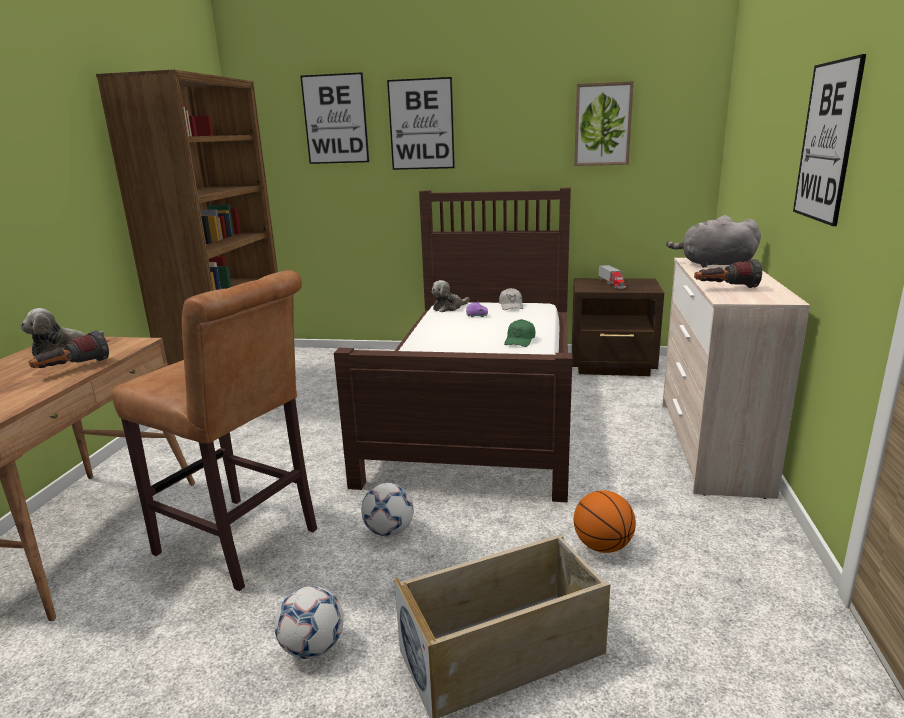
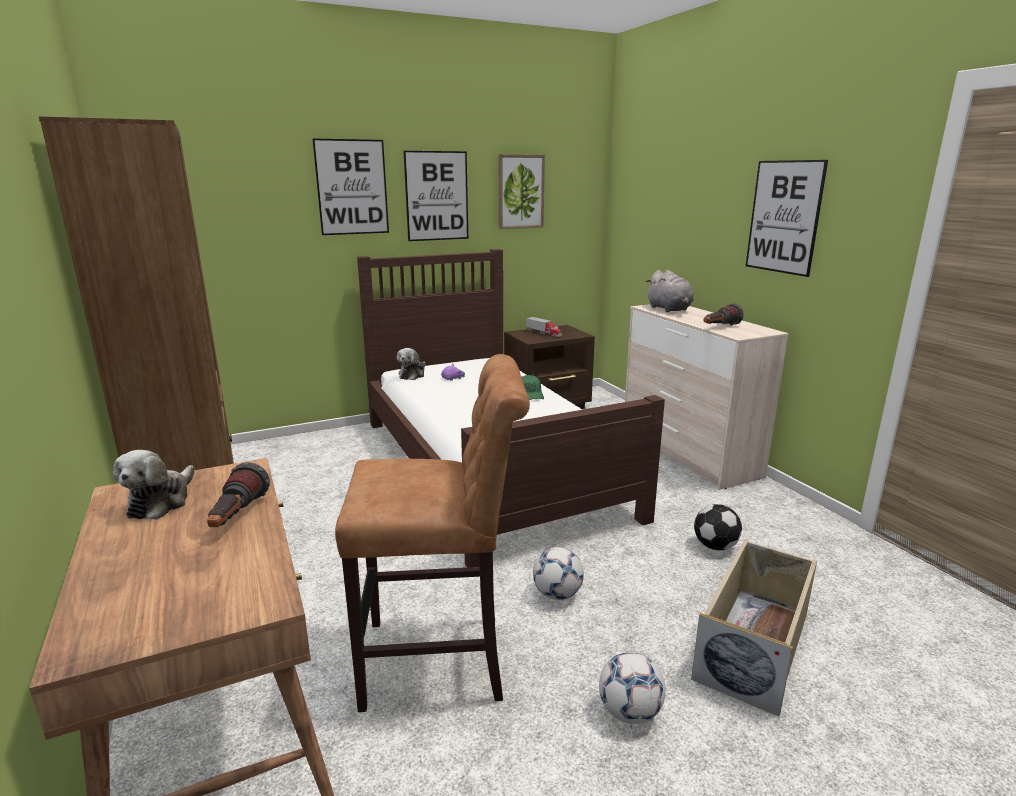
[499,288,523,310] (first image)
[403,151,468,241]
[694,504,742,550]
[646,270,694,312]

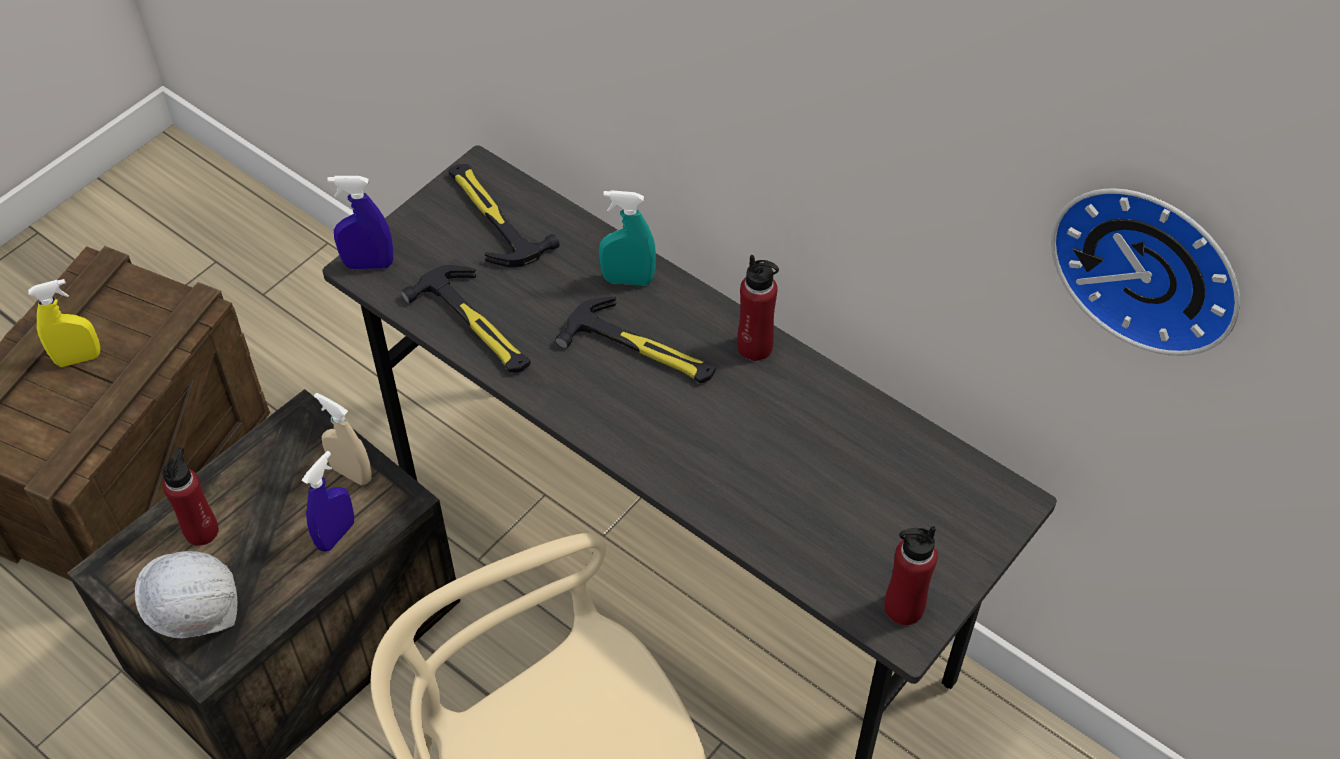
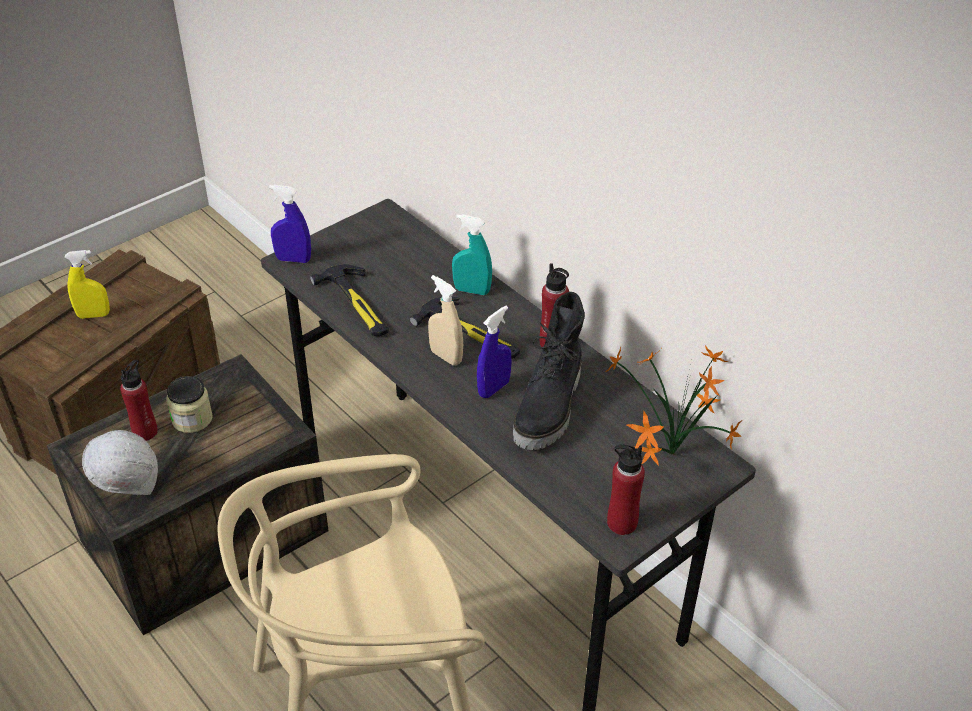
[448,164,560,268] (first image)
[1051,188,1240,356] (first image)
[166,376,213,433]
[513,292,585,450]
[605,345,742,466]
[477,306,511,398]
[428,275,463,366]

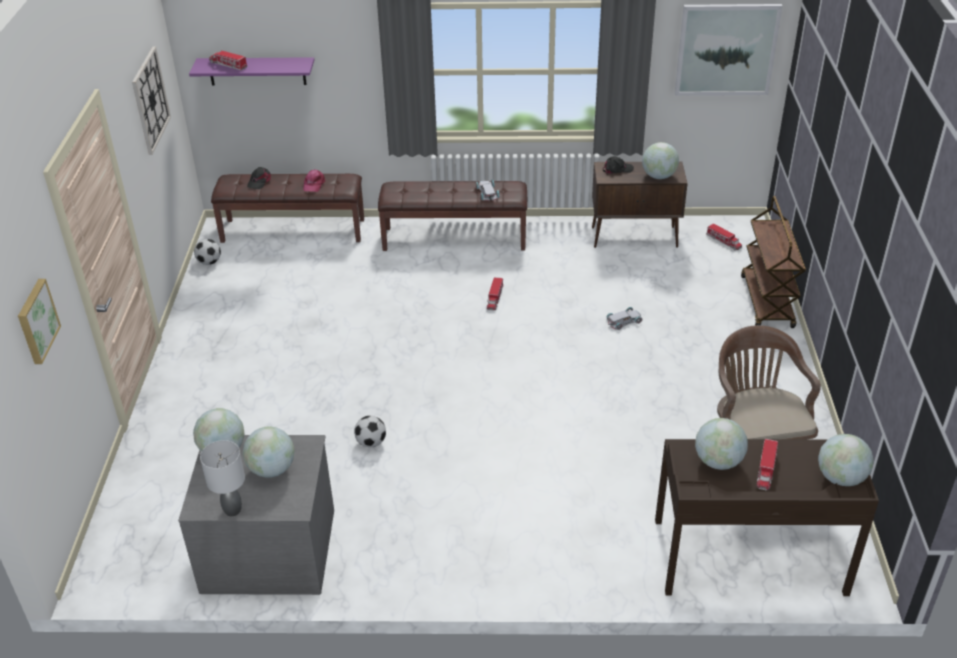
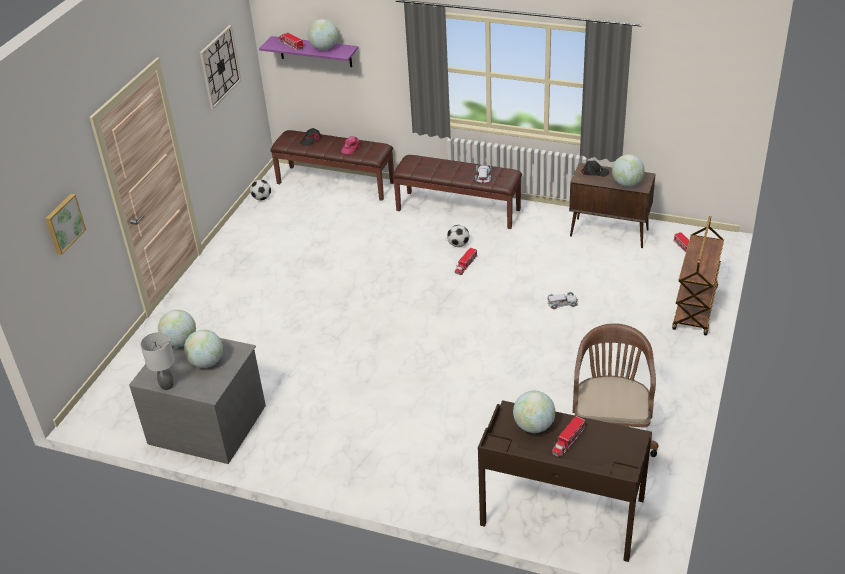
[675,4,783,96] (first image)
[447,225,469,247]
[308,19,338,50]

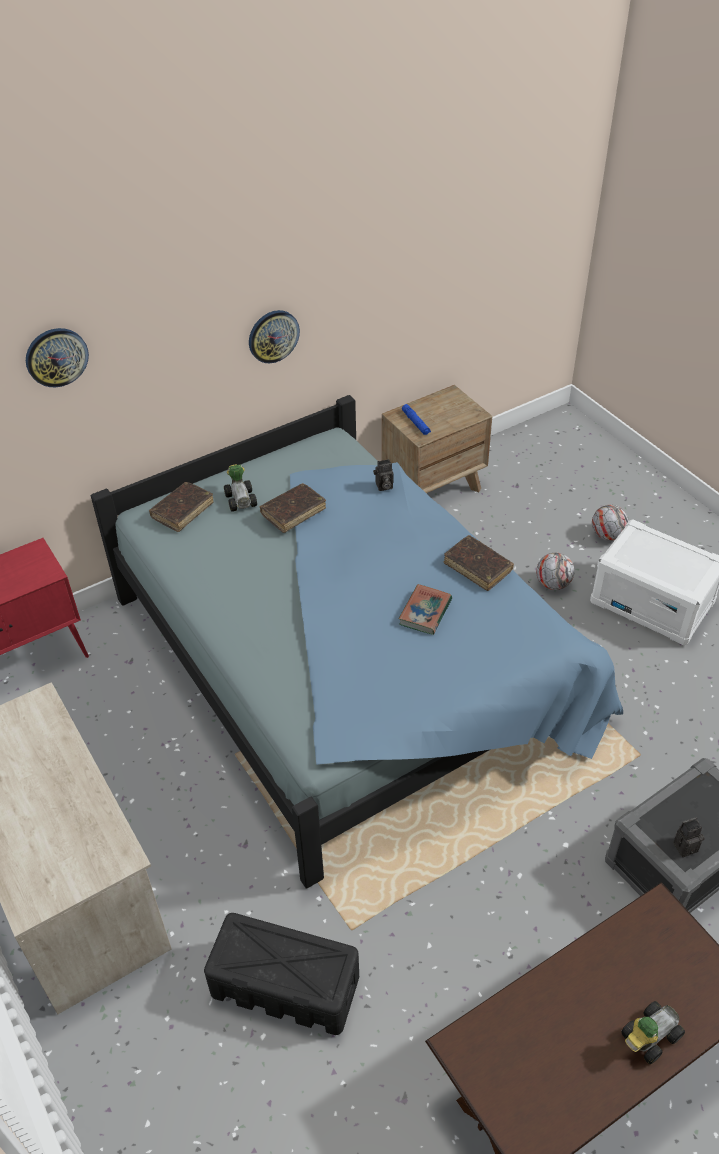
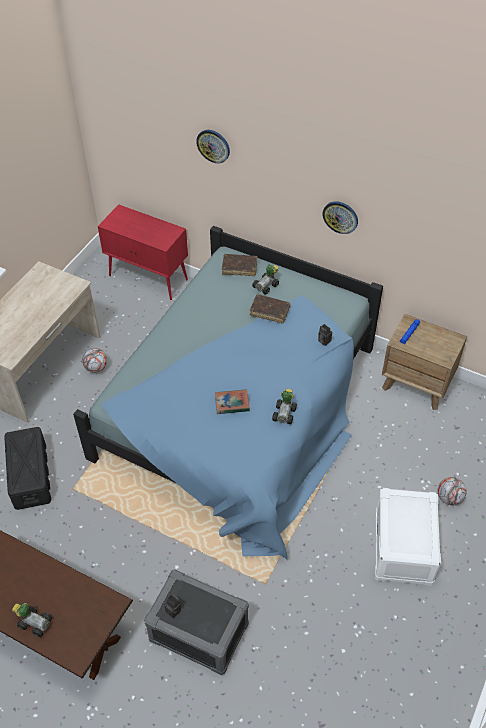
[82,348,107,373]
[272,389,297,424]

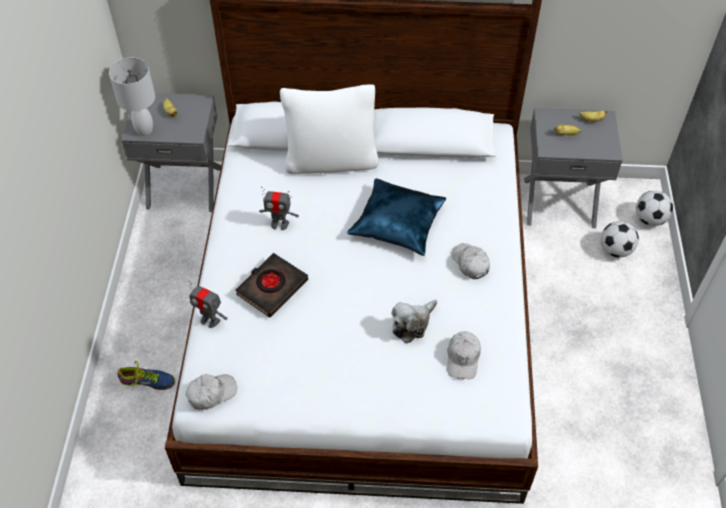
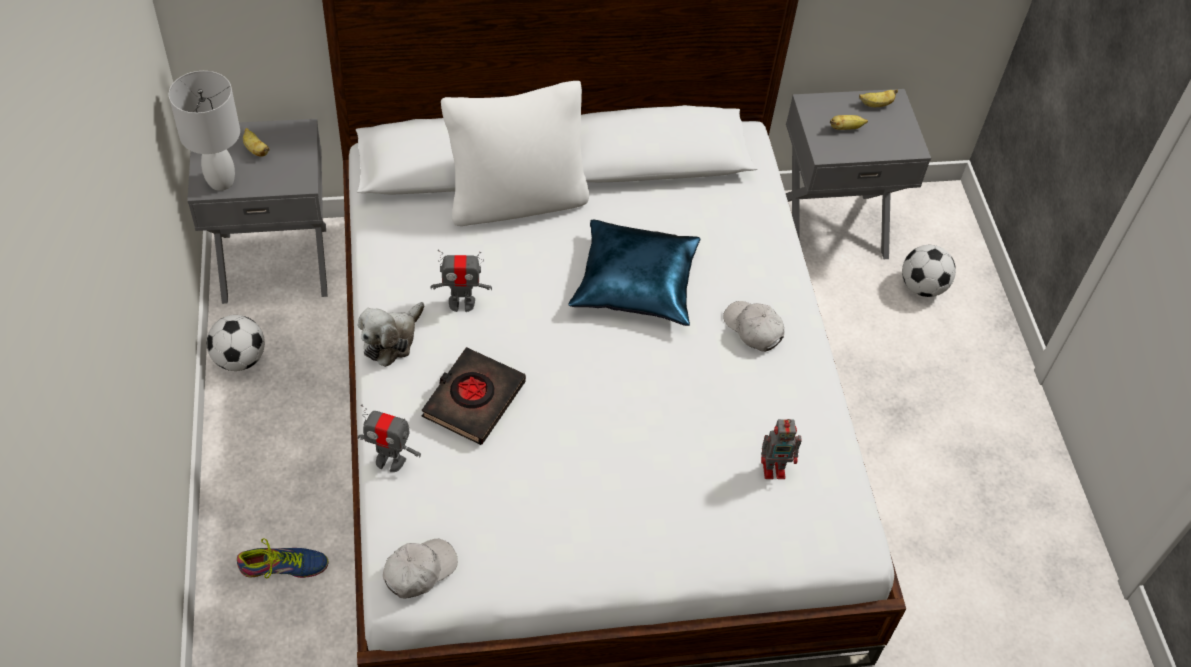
[358,302,424,367]
[206,315,265,371]
[761,419,802,479]

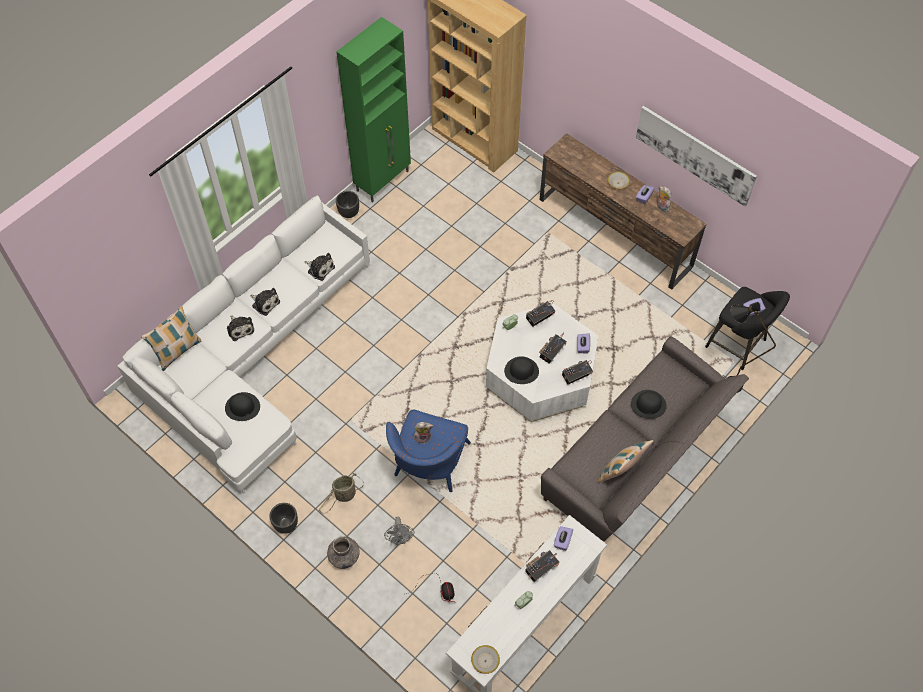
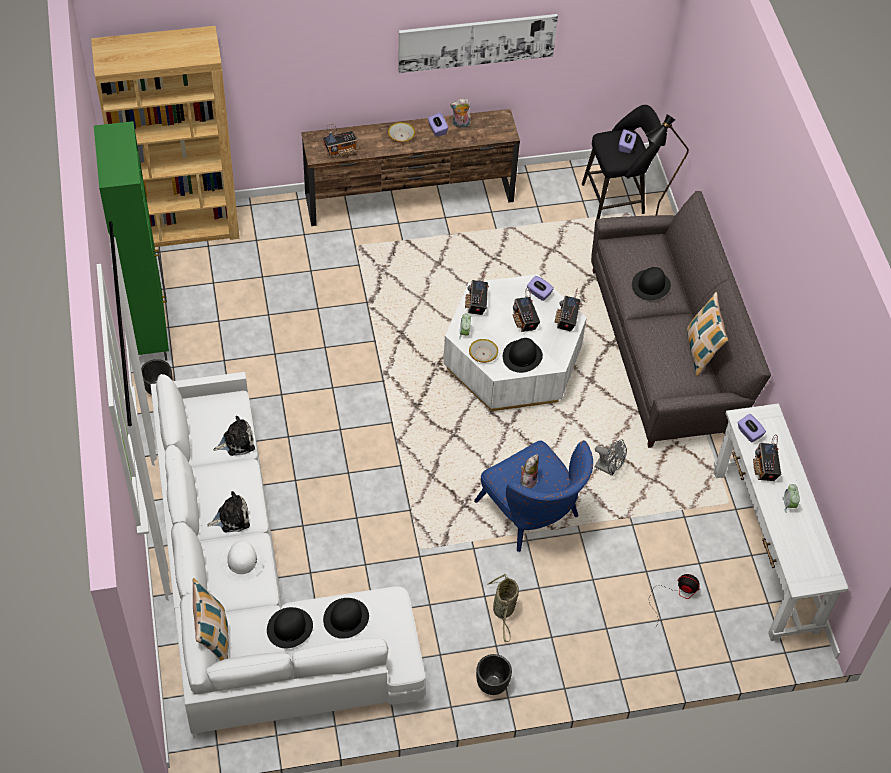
[327,536,359,569] (first image)
[267,607,313,648]
[323,124,357,158]
[594,439,627,476]
[469,339,498,363]
[221,541,264,582]

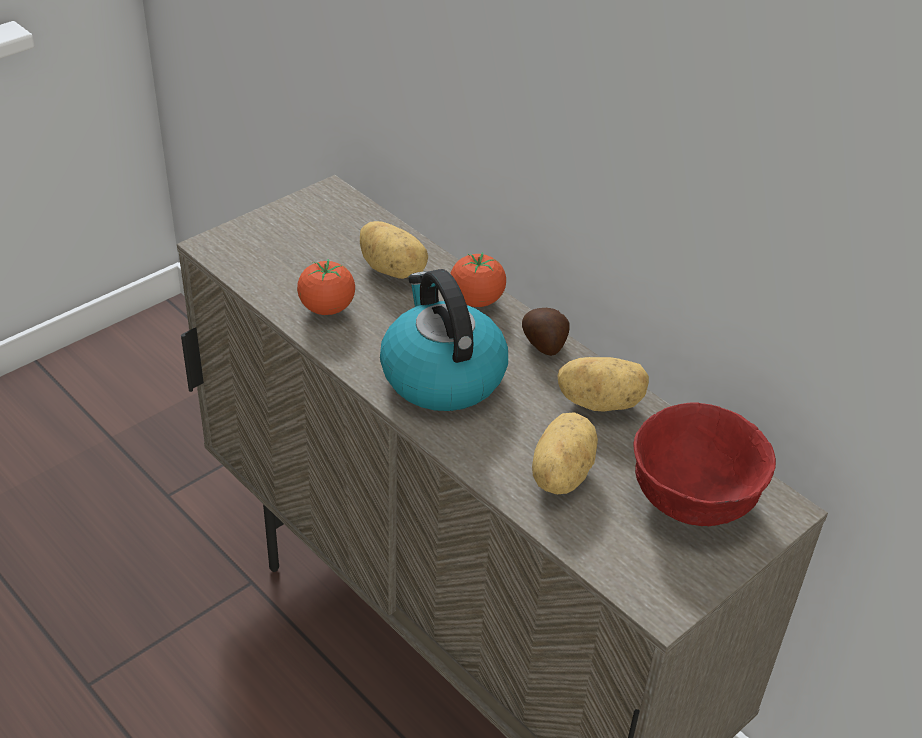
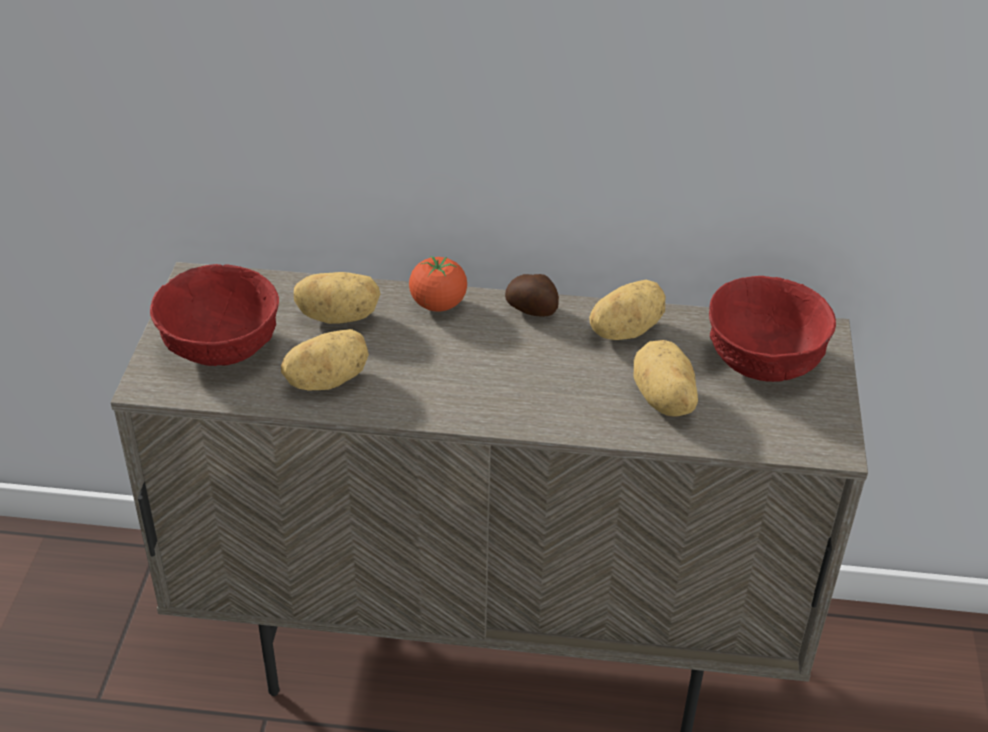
[380,269,508,411] (first image)
[150,264,279,366]
[281,329,369,390]

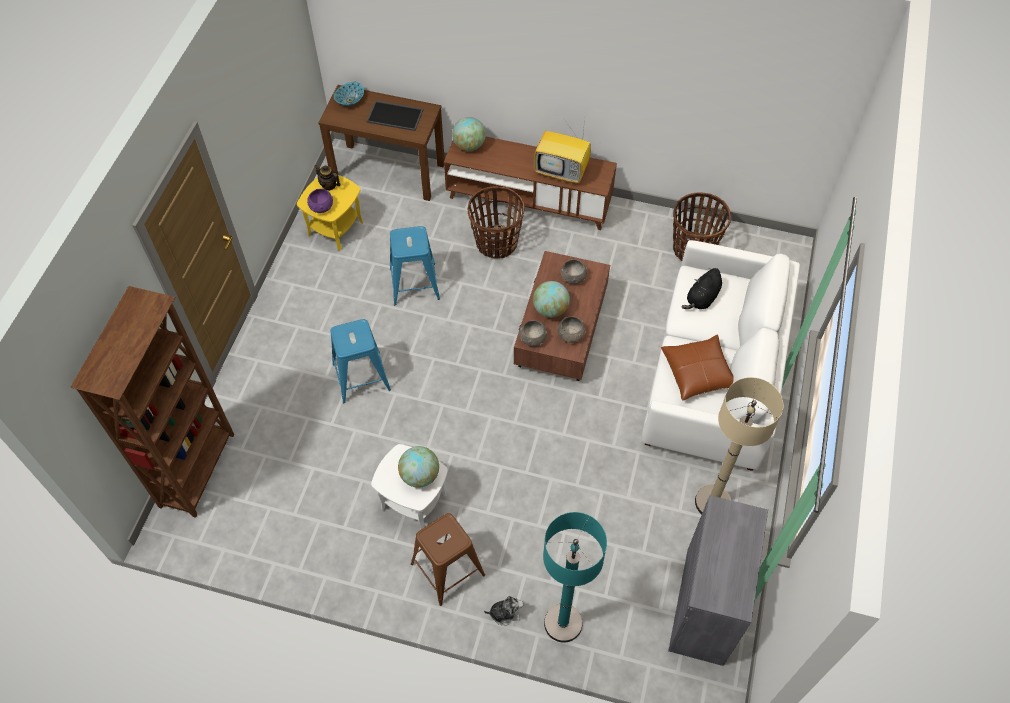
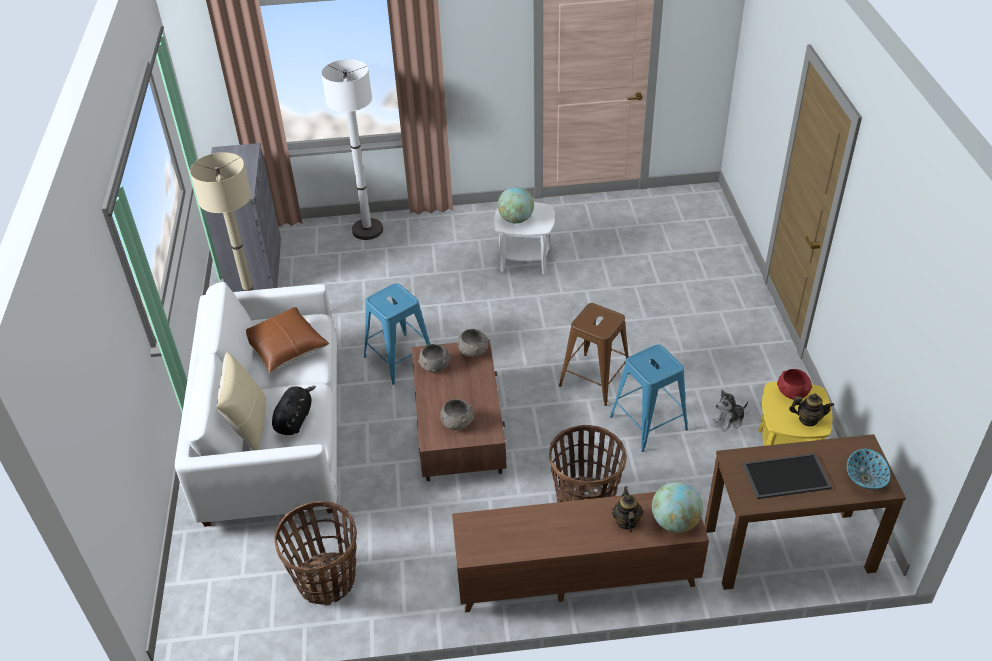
[70,286,234,518] (first image)
[533,281,570,318] (first image)
[534,116,591,184] (first image)
[217,352,266,450]
[612,487,643,532]
[364,283,430,385]
[559,303,630,406]
[712,389,748,431]
[777,369,812,400]
[321,59,383,240]

